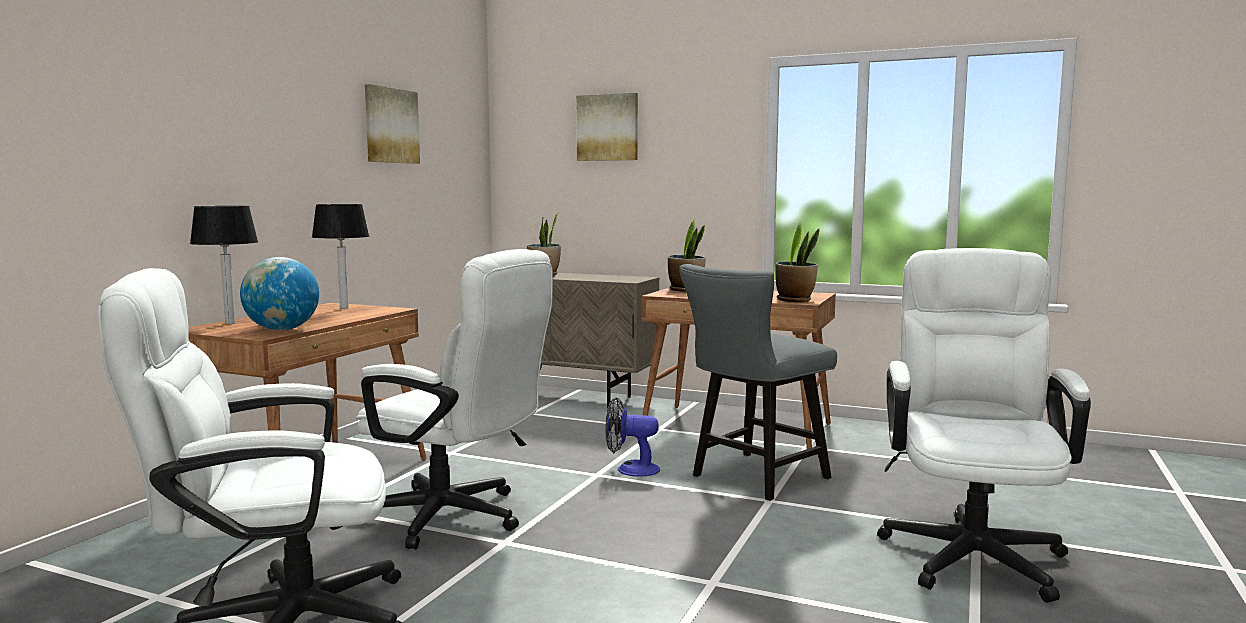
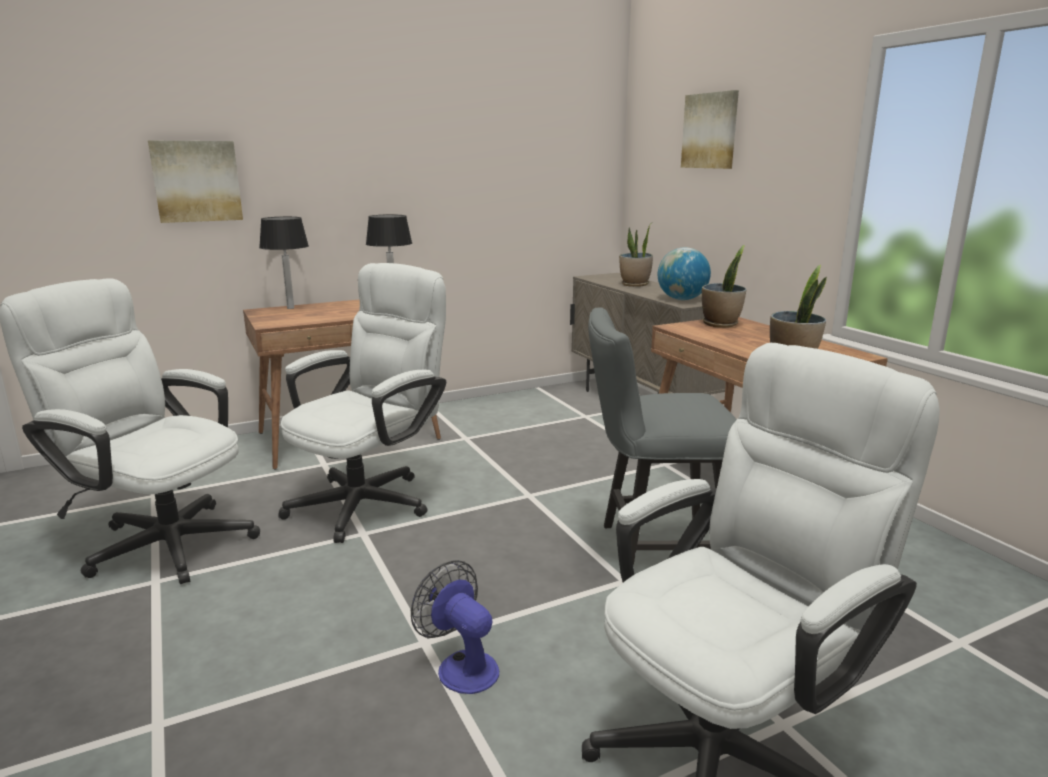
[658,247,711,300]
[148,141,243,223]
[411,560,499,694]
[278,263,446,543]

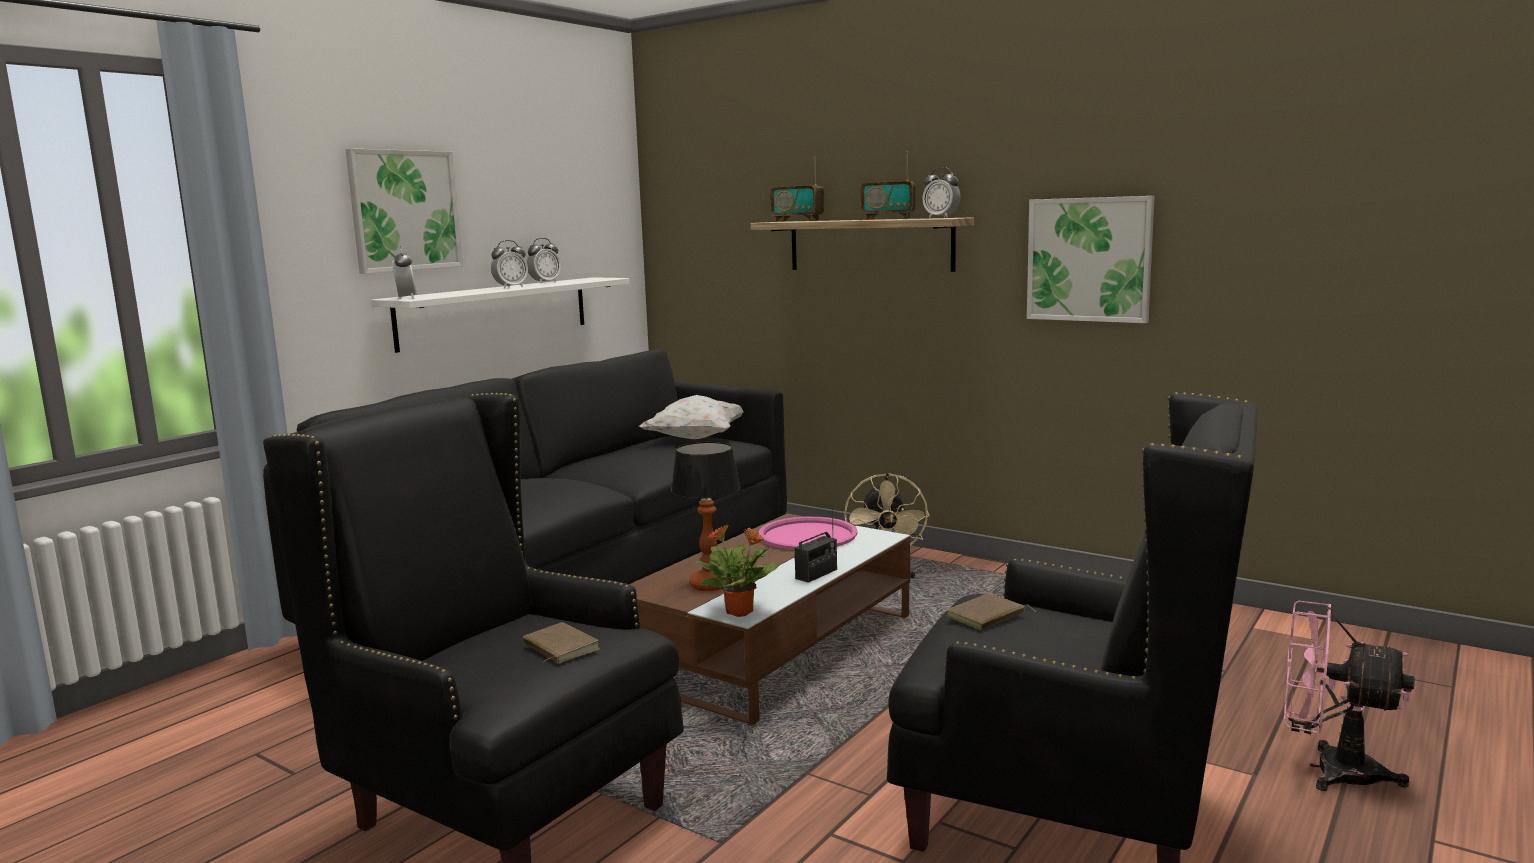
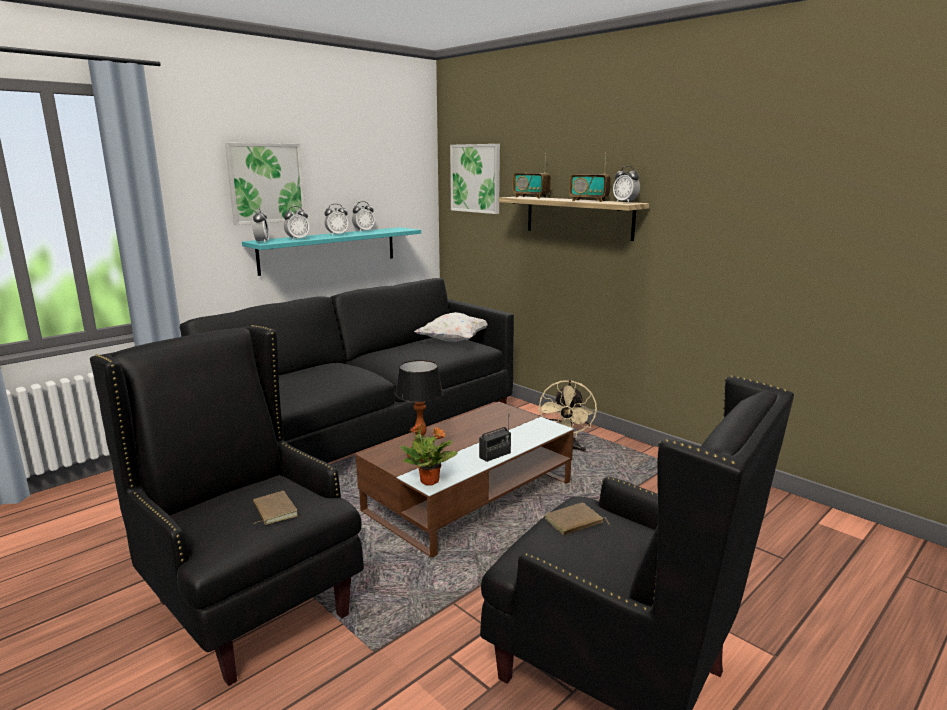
[759,517,858,550] (first image)
[1284,600,1415,791] (first image)
[284,206,310,240]
[450,144,500,214]
[242,227,421,276]

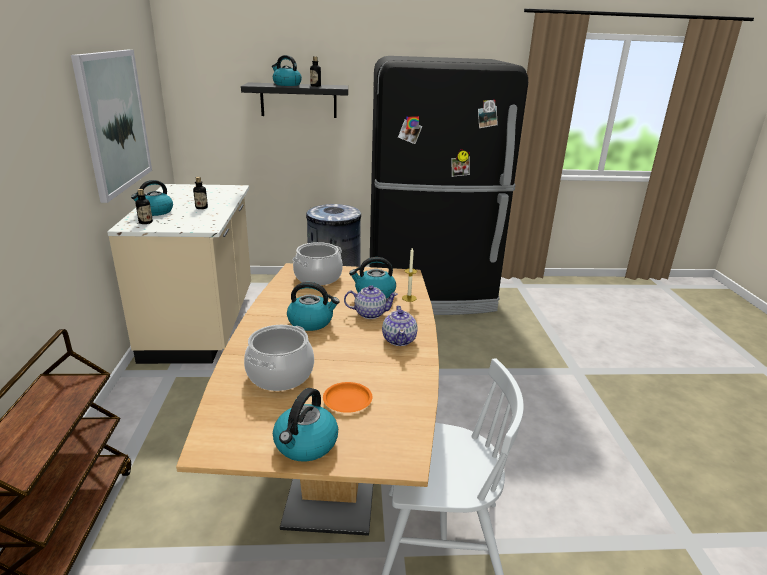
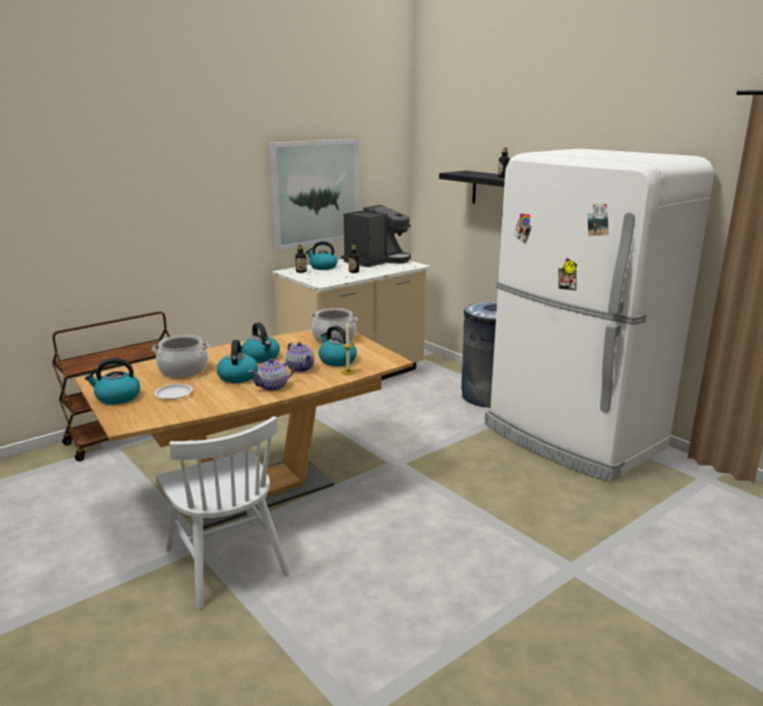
[341,205,411,267]
[217,340,258,383]
[154,384,193,400]
[485,149,714,482]

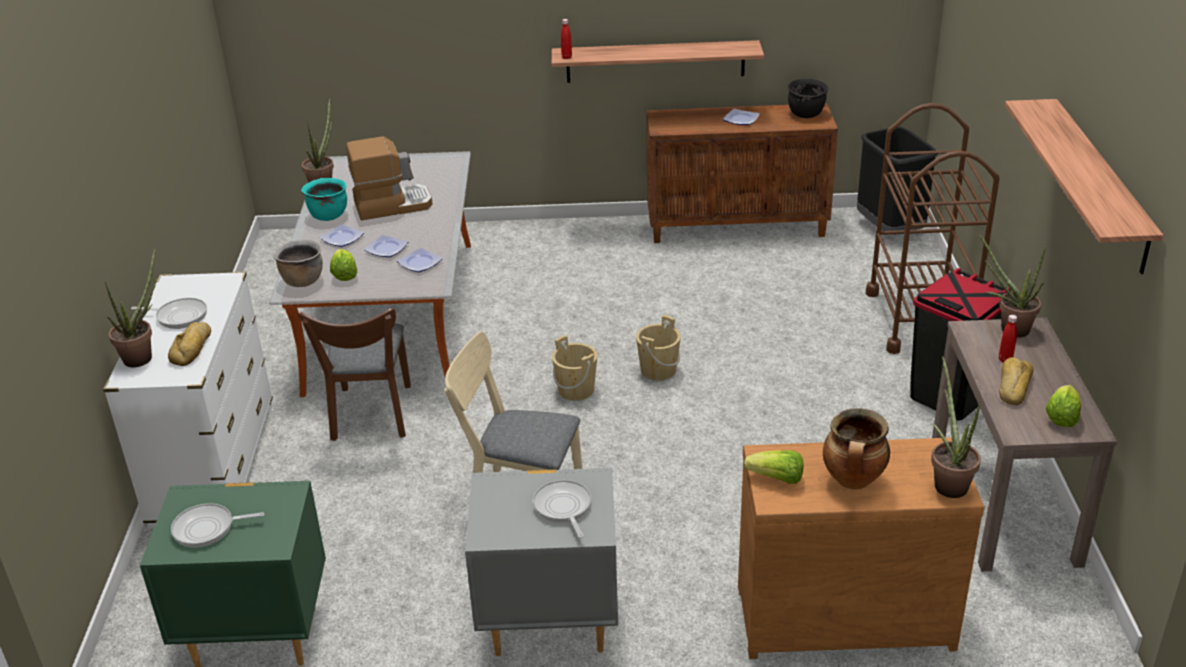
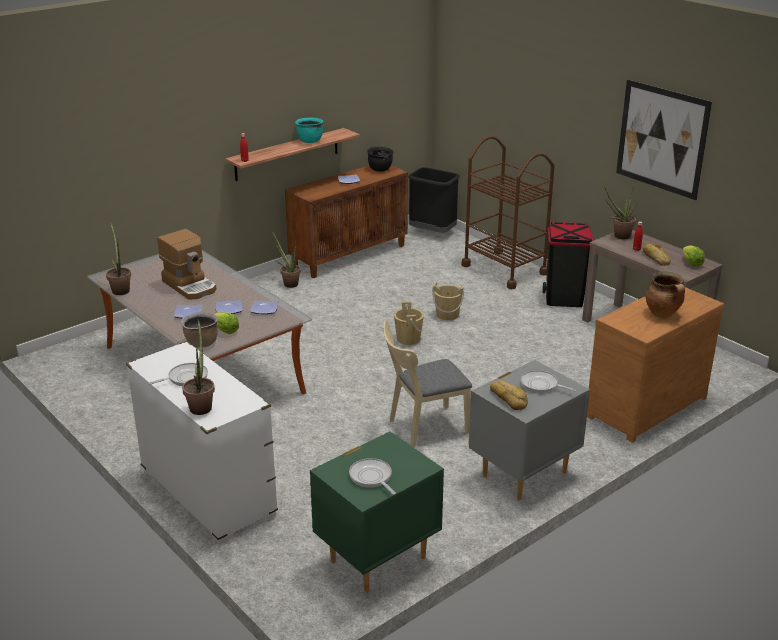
[299,308,411,441] (first image)
[744,450,804,484] (first image)
[490,380,528,410]
[295,117,323,143]
[432,282,464,320]
[271,230,301,288]
[616,80,712,200]
[349,458,396,495]
[157,229,217,299]

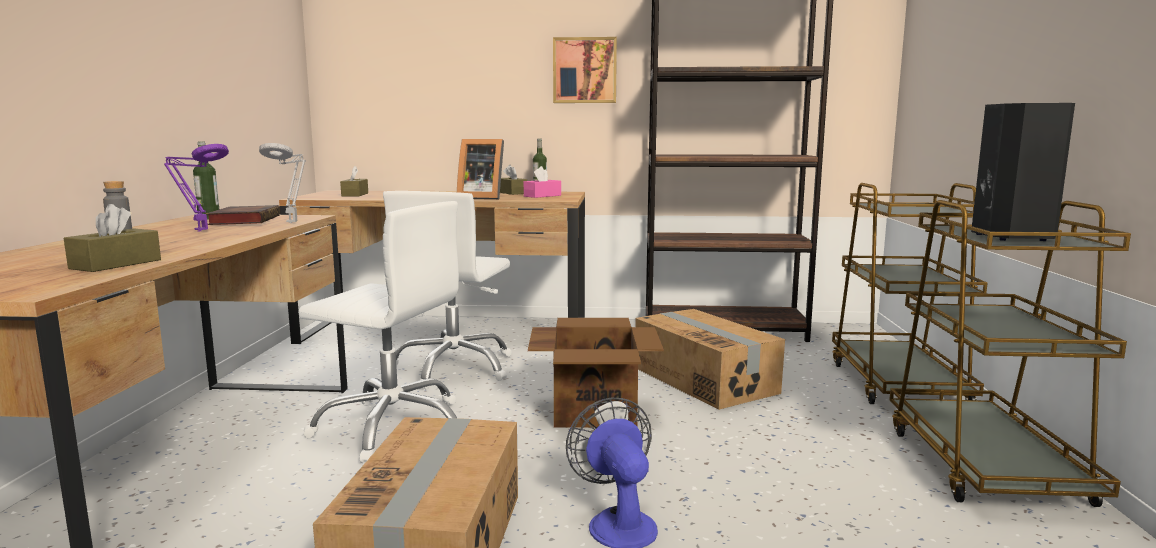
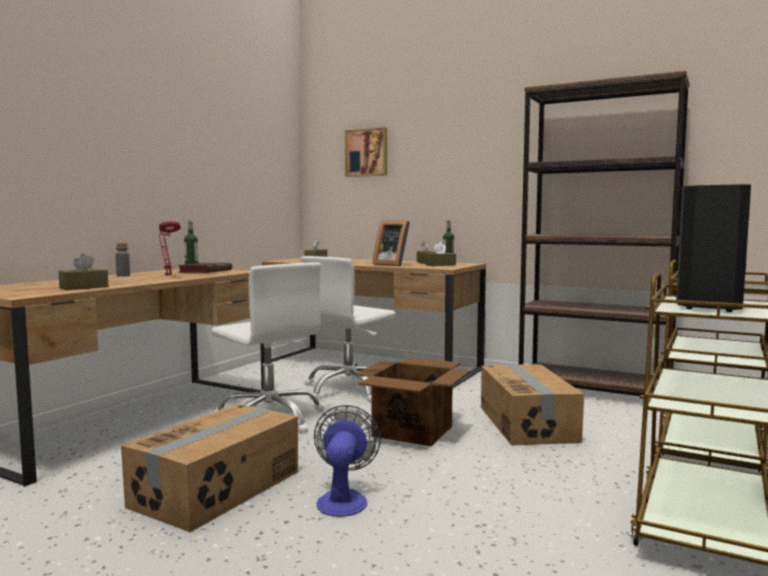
[259,143,306,223] (first image)
[345,127,387,177]
[158,221,181,276]
[425,242,456,266]

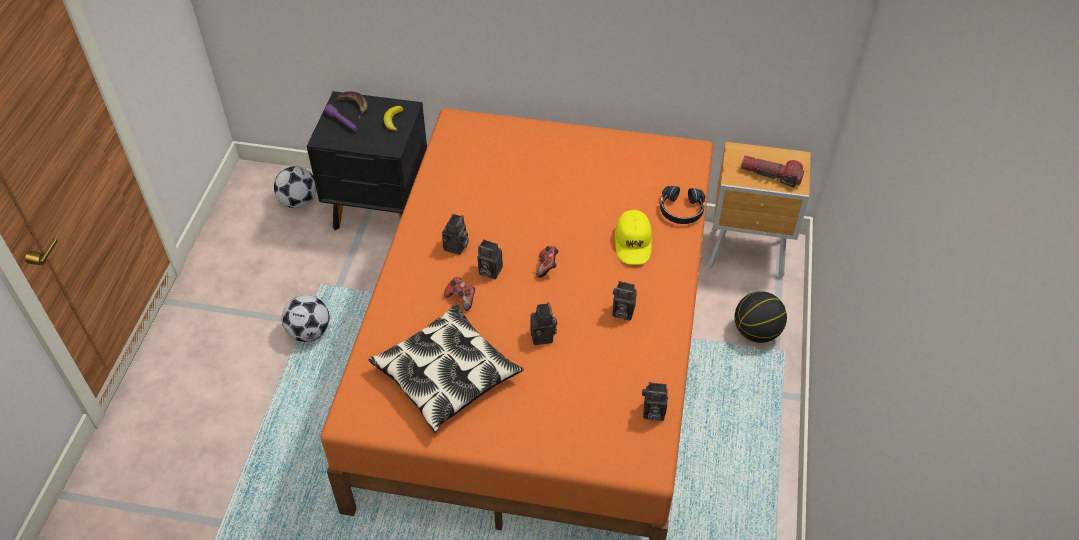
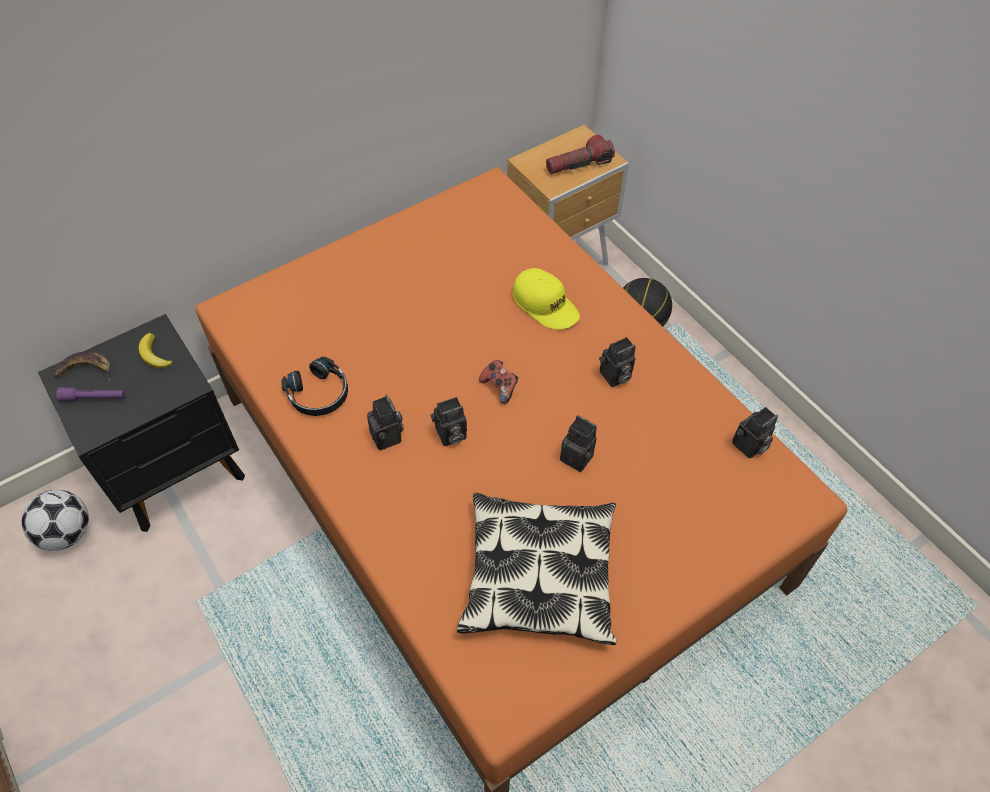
[282,295,330,342] (first image)
[444,277,475,311] (first image)
[281,357,348,416]

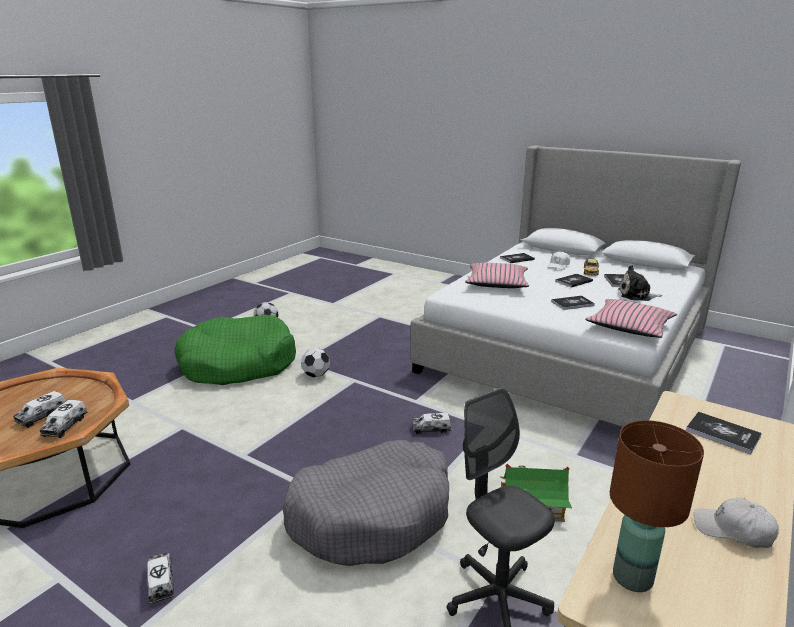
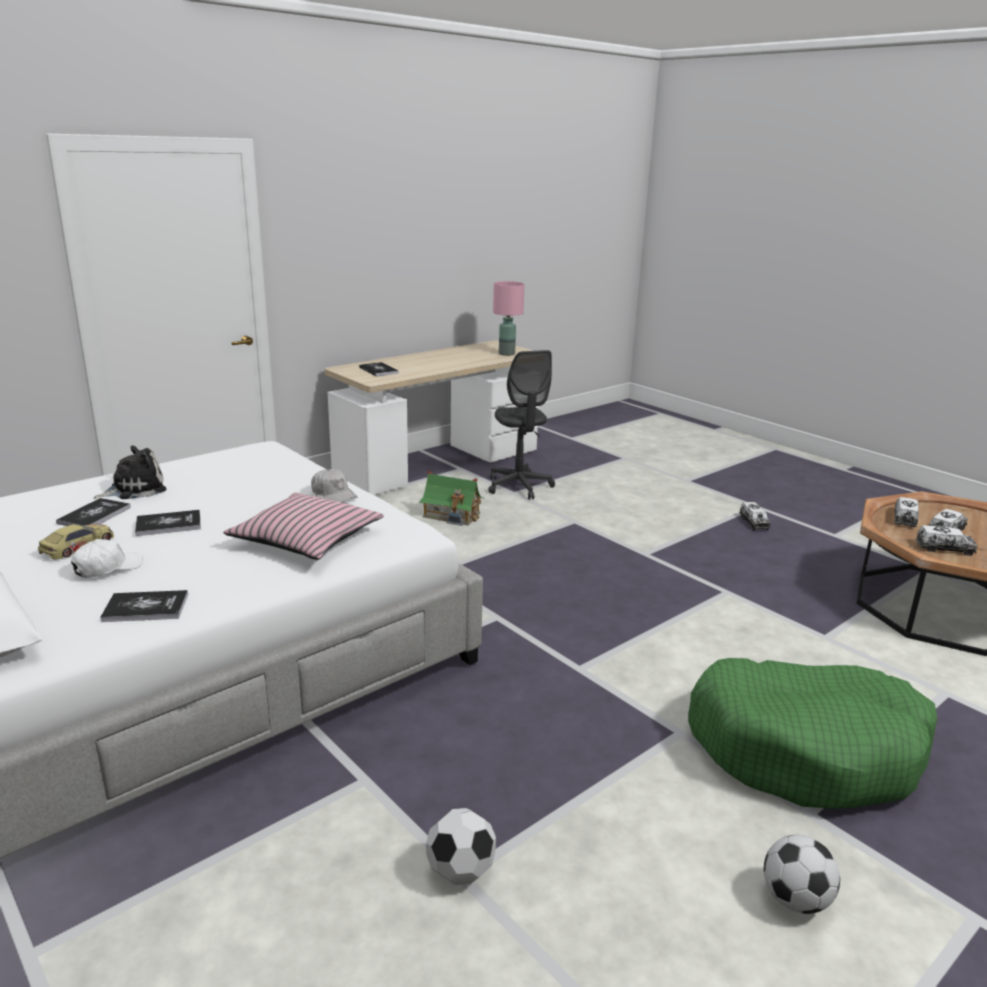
[283,440,449,566] (first image)
[551,296,595,310] (first image)
[585,299,677,338] (first image)
[426,808,496,885]
[916,525,978,556]
[311,469,358,503]
[493,281,525,356]
[93,445,166,499]

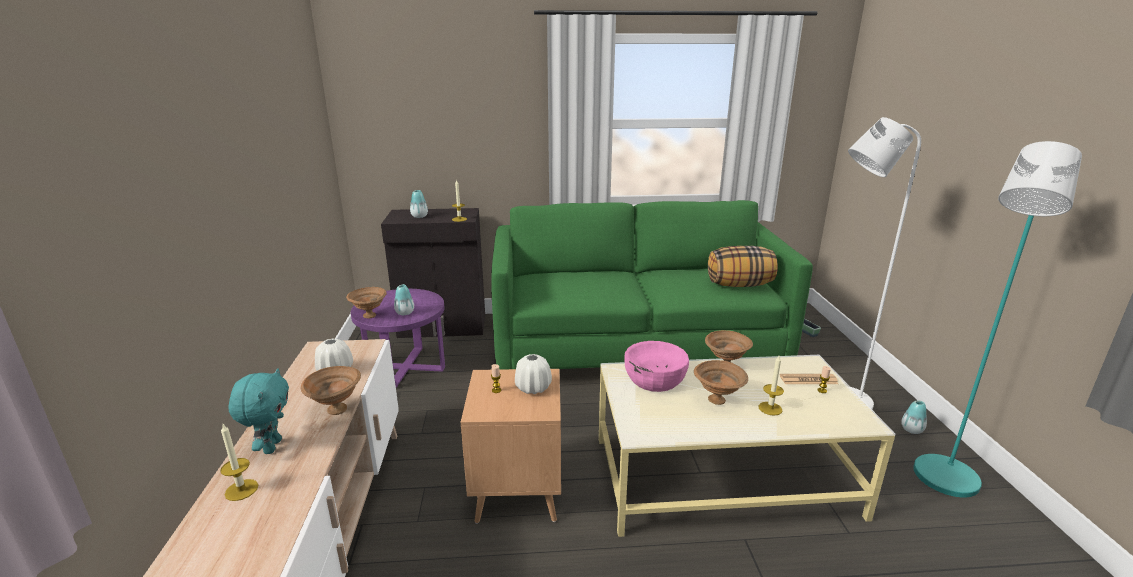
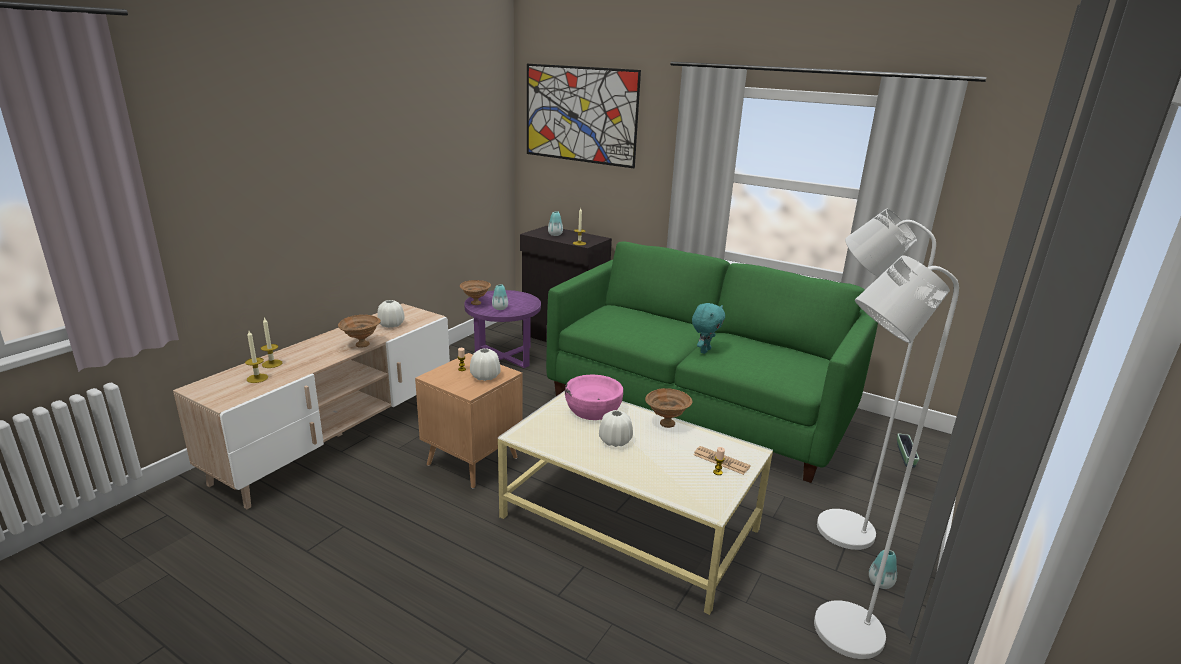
[708,246,778,287] (first image)
[527,64,641,168]
[692,303,725,354]
[245,331,268,383]
[599,410,633,447]
[814,255,959,659]

